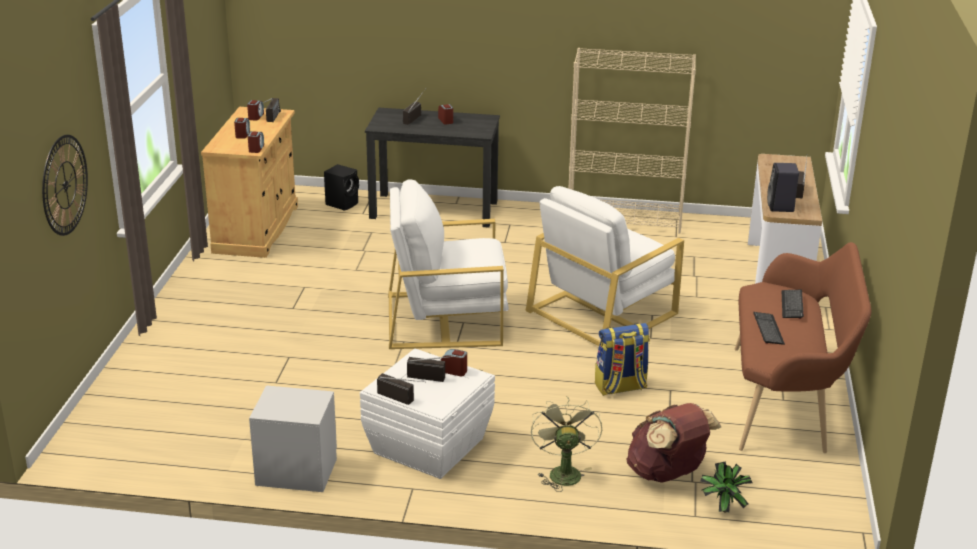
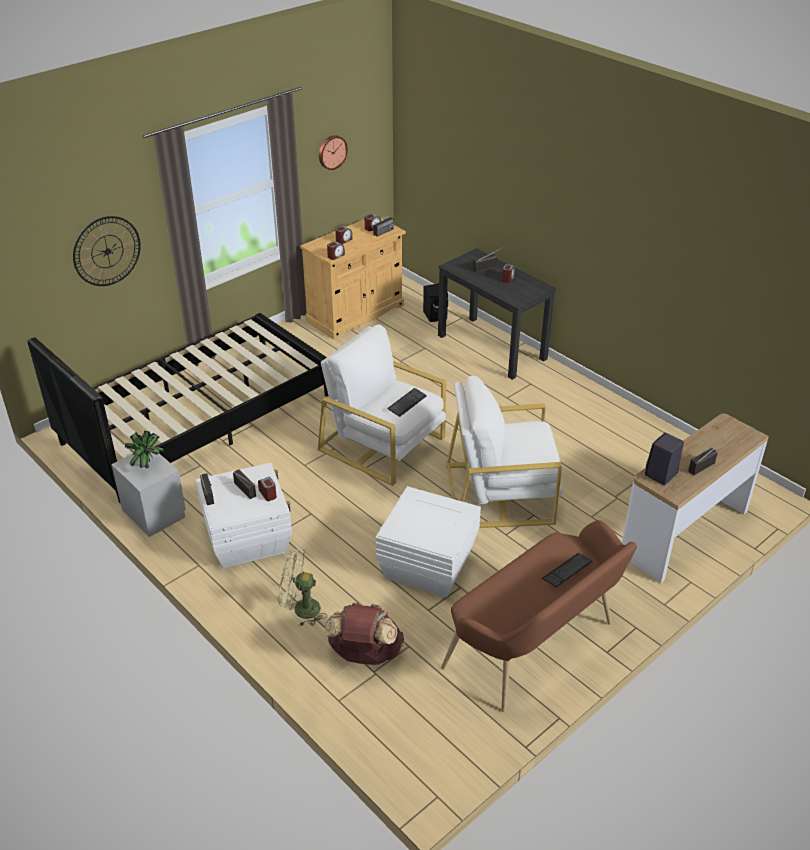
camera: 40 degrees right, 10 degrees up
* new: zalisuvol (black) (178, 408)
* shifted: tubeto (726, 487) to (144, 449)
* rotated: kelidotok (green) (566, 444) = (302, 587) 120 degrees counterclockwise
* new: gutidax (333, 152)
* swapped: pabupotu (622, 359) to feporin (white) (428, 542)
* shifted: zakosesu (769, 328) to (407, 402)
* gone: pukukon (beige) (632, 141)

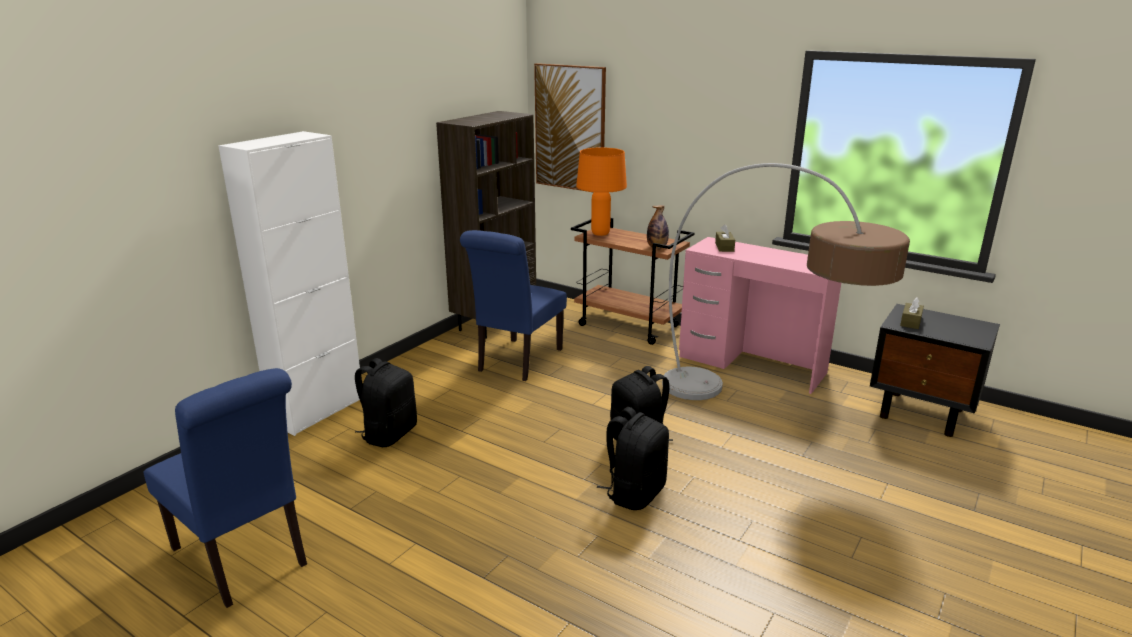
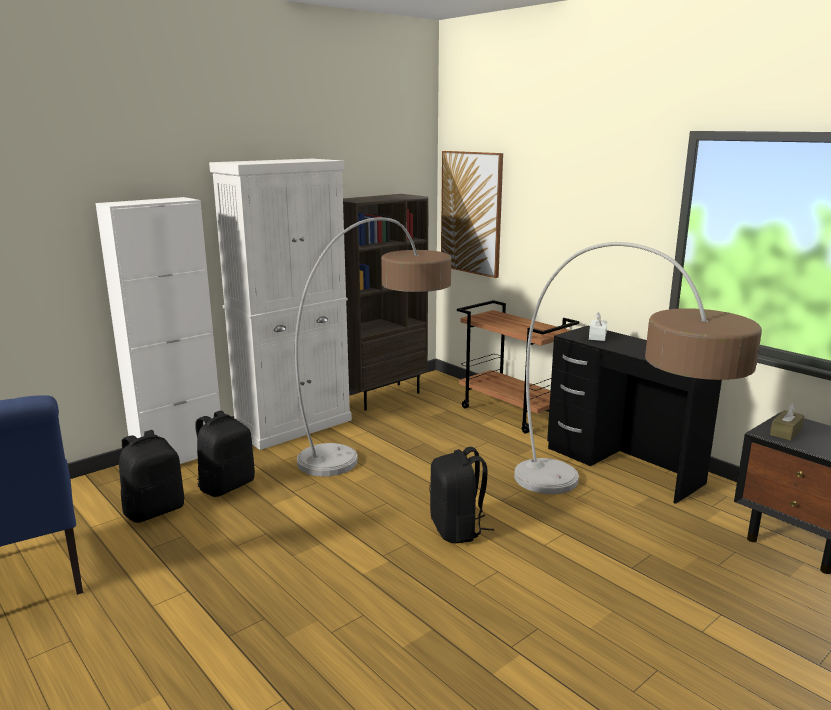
camera: 15 degrees right, 5 degrees down
* shifted: pabupotu (black) (633, 458) to (152, 476)
* new: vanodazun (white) (280, 304)
* swapped: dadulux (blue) (513, 305) to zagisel (373, 346)
* repainted: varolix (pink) (760, 315) to varolix (black) (634, 415)
* repainted: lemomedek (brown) (725, 238) to lemomedek (white) (598, 326)
* gone: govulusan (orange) (601, 191)
* gone: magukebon (658, 226)

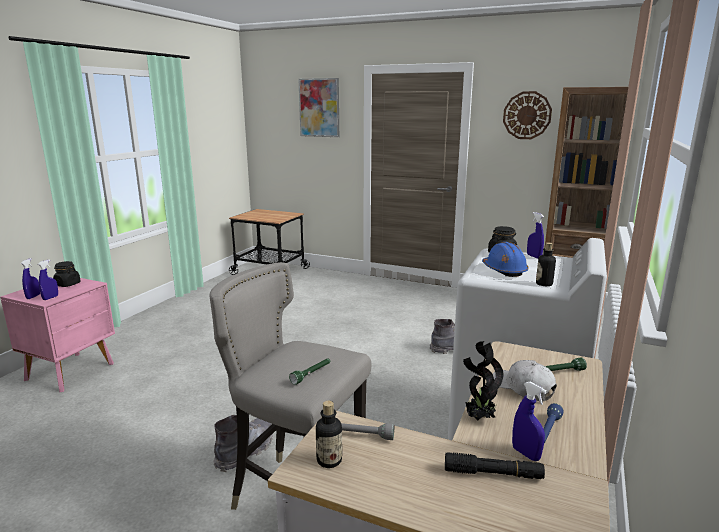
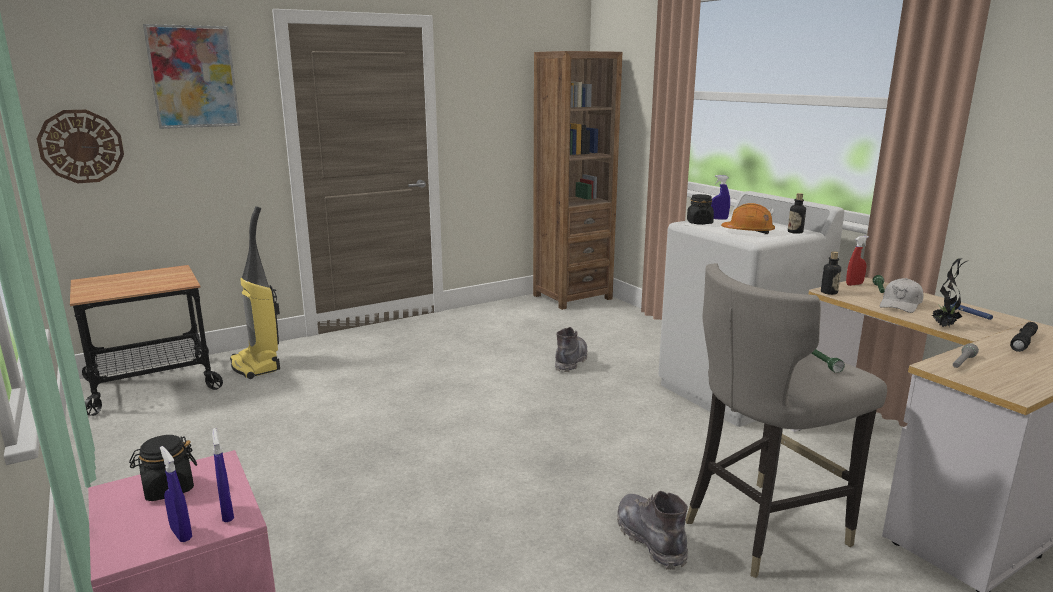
camera: 55 degrees left, 0 degrees up
* shifted: gutidax (527, 115) to (80, 146)
* new: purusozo (255, 292)
* repainted: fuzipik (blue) (505, 259) to fuzipik (orange) (748, 218)
* shifted: magukebon (329, 434) to (831, 273)
* new: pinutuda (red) (857, 261)
* rotated: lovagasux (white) (525, 380) = (902, 295) 45 degrees counterclockwise
* gone: pinutuda (blue) (529, 421)

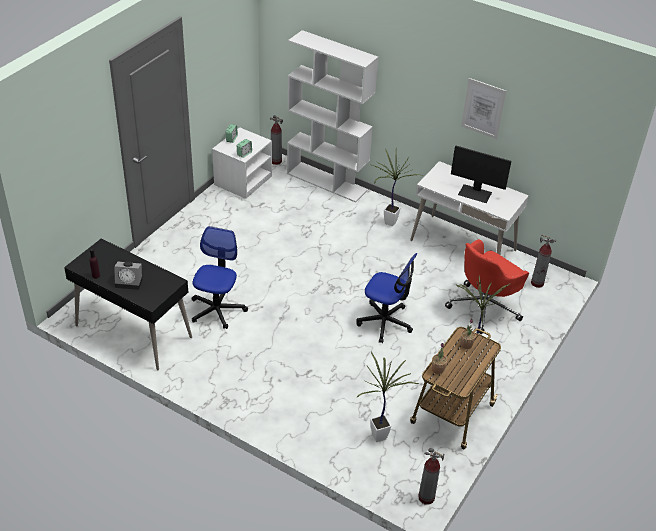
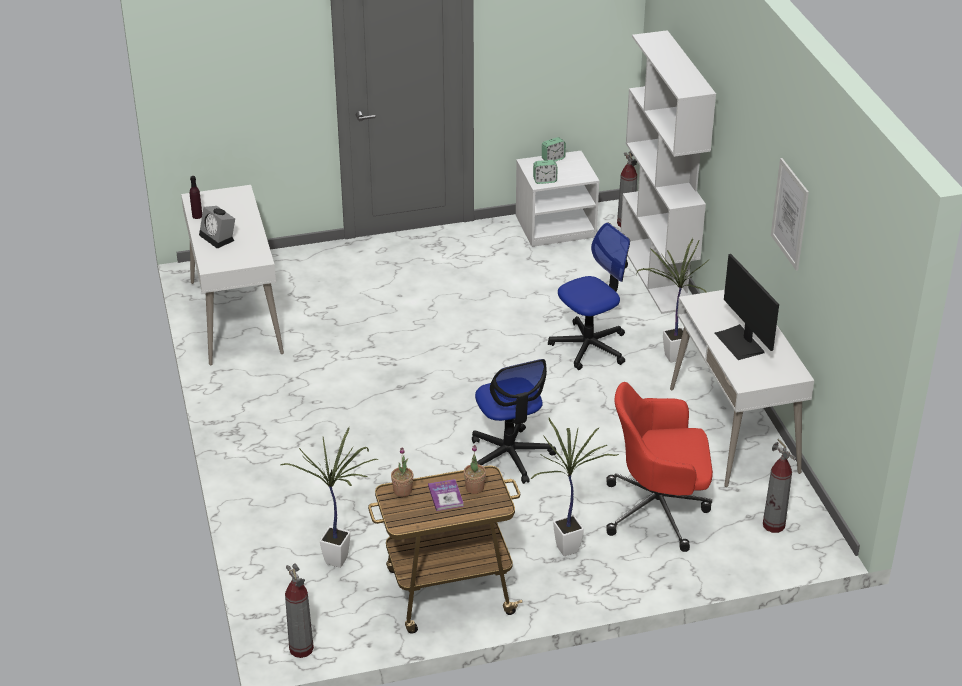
camera: 45 degrees right, 5 degrees down
* repainted: varolix (black) (128, 304) to varolix (white) (232, 275)
* new: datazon (446, 495)
* shifted: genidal (219, 277) to (589, 296)

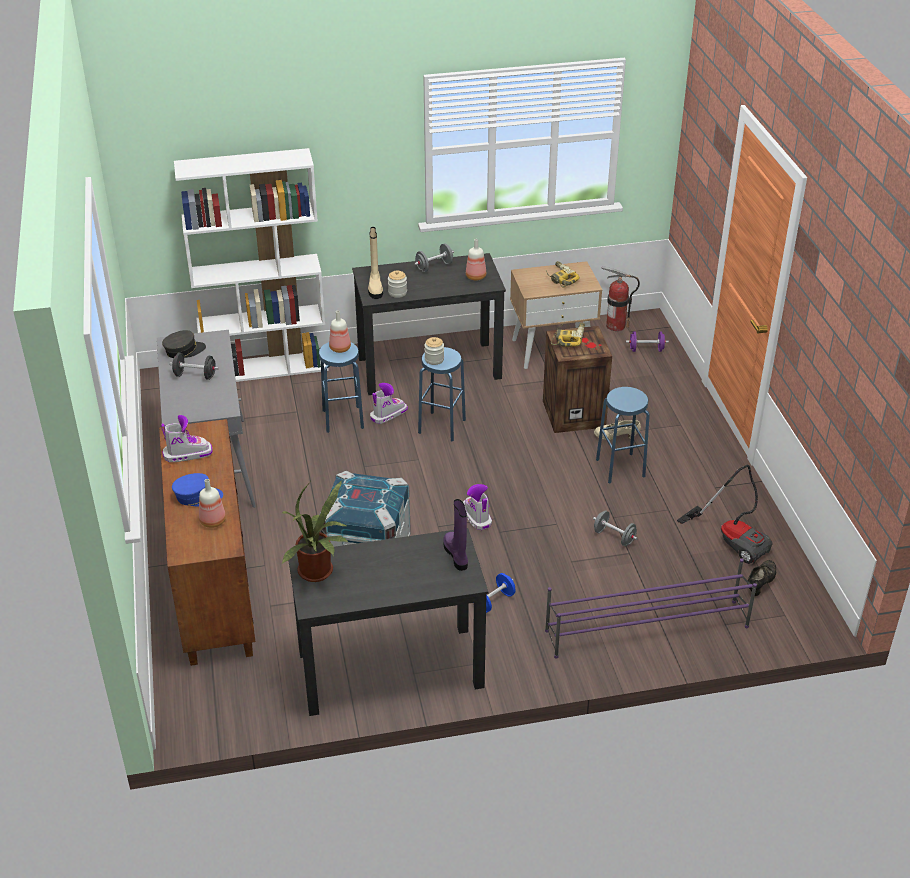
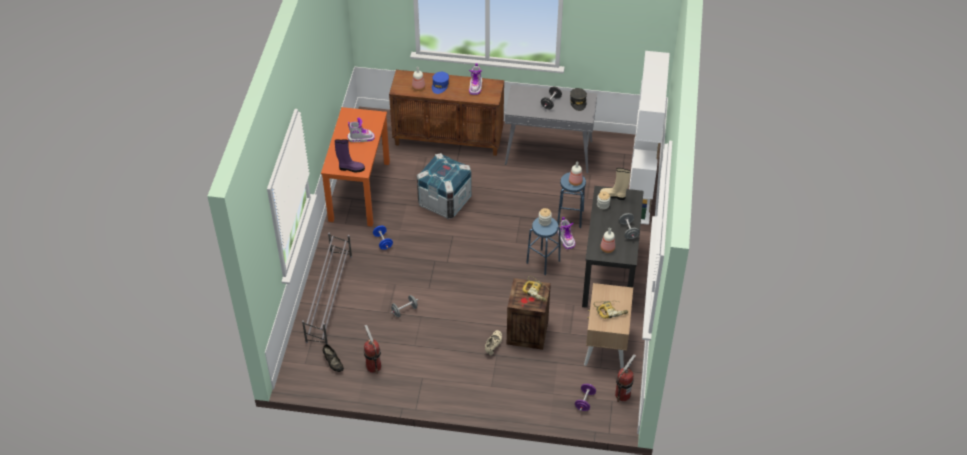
camera: 110 degrees right, 10 degrees up
* repainted: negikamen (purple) (651, 609) to negikamen (grey) (327, 288)
* repainted: varolix (black) (388, 622) to varolix (orange) (355, 167)
* shifted: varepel (477, 507) to (361, 129)
* swapped: purusozo (725, 514) to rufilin (372, 349)
* gone: tubeto (315, 531)
* gone: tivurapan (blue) (623, 435)

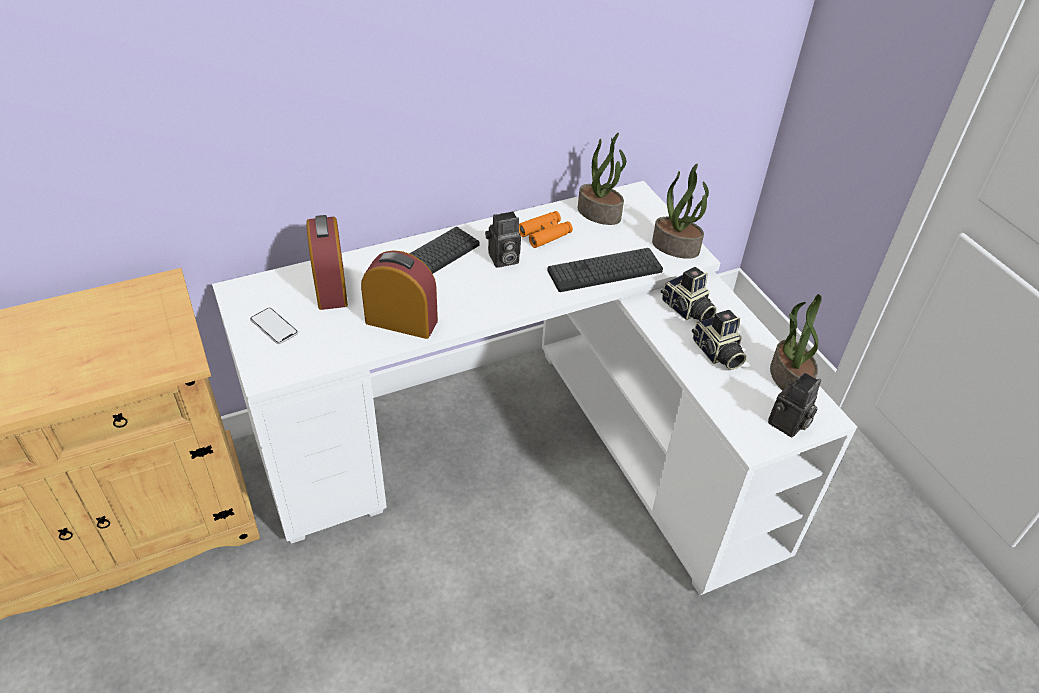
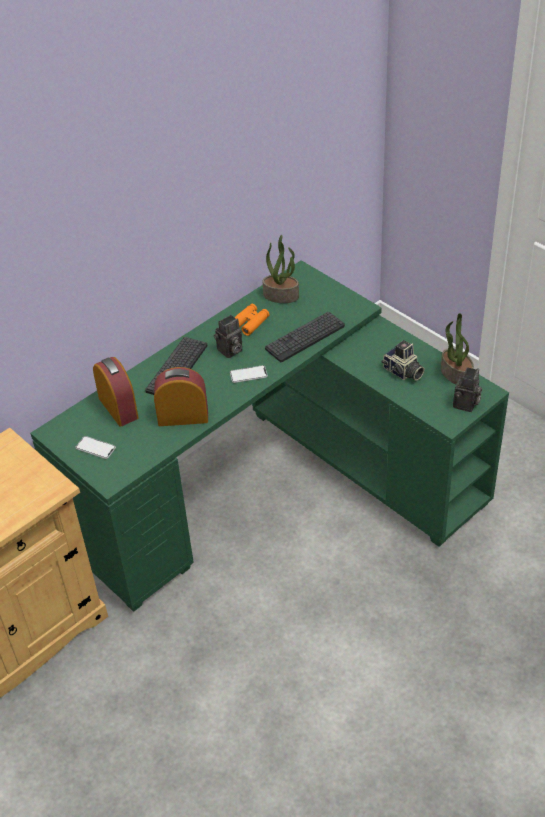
camera: 15 degrees left, 0 degrees up
* repainted: varolix (white) (534, 388) to varolix (green) (269, 436)
* new: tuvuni (249, 374)
* gone: tubeto (680, 211)
* gone: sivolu (689, 294)

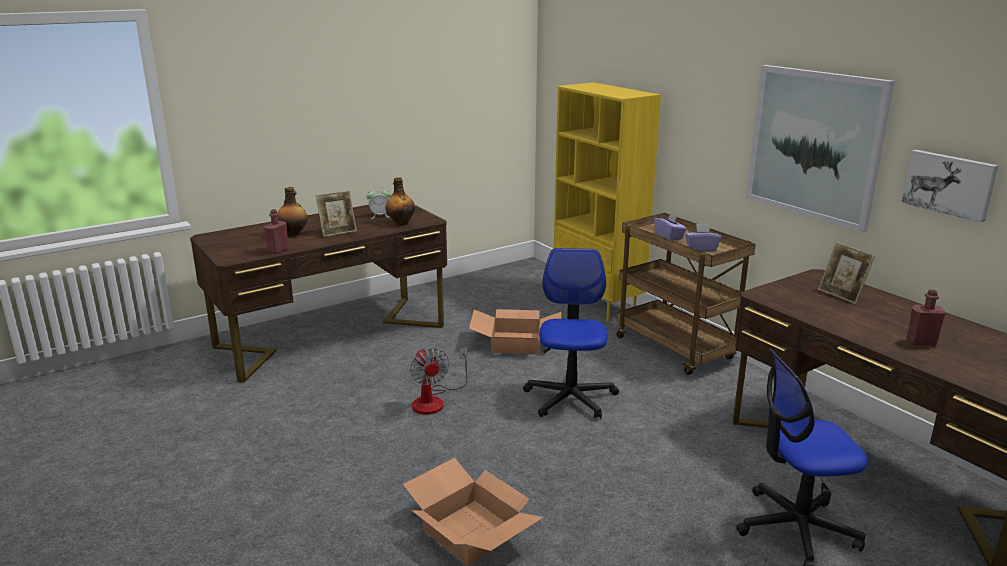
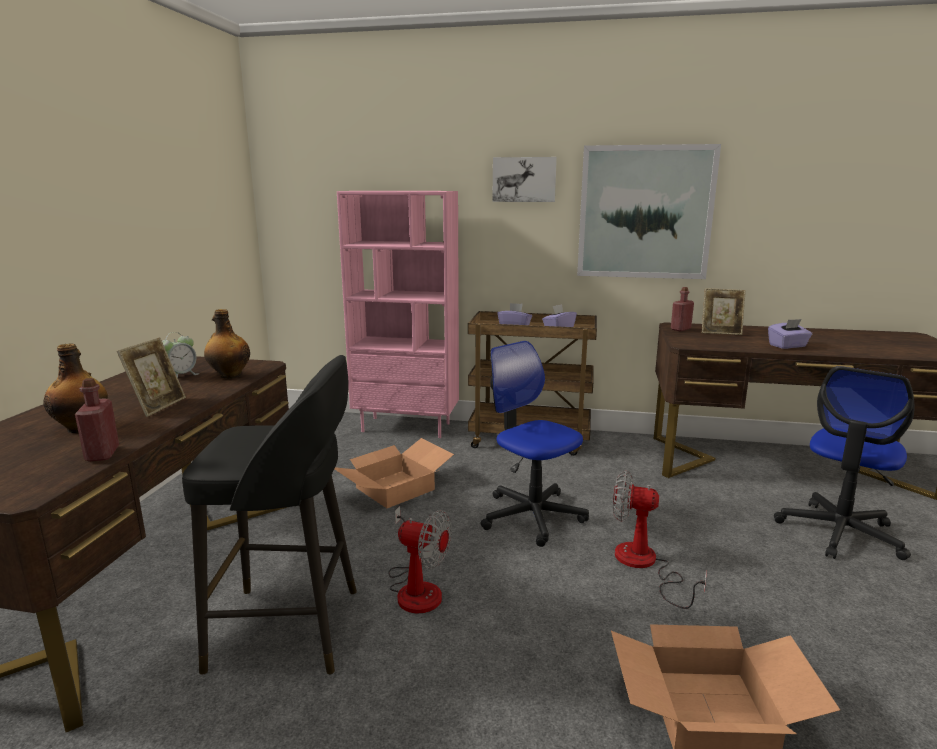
camera: 45 degrees left, 5 degrees down
* new: tivurapan (black) (269, 515)
* repainted: pukukon (yellow) (607, 201) to pukukon (pink) (398, 314)
* shifted: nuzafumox (950, 186) to (524, 179)
* new: kelidotok (660, 540)
* shifted: magukebon (red) (926, 317) to (682, 309)
* new: lemomedek (purple) (790, 334)

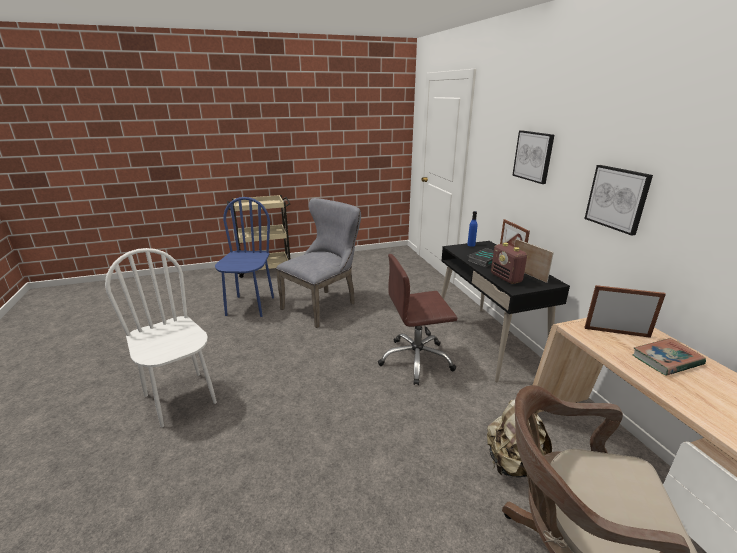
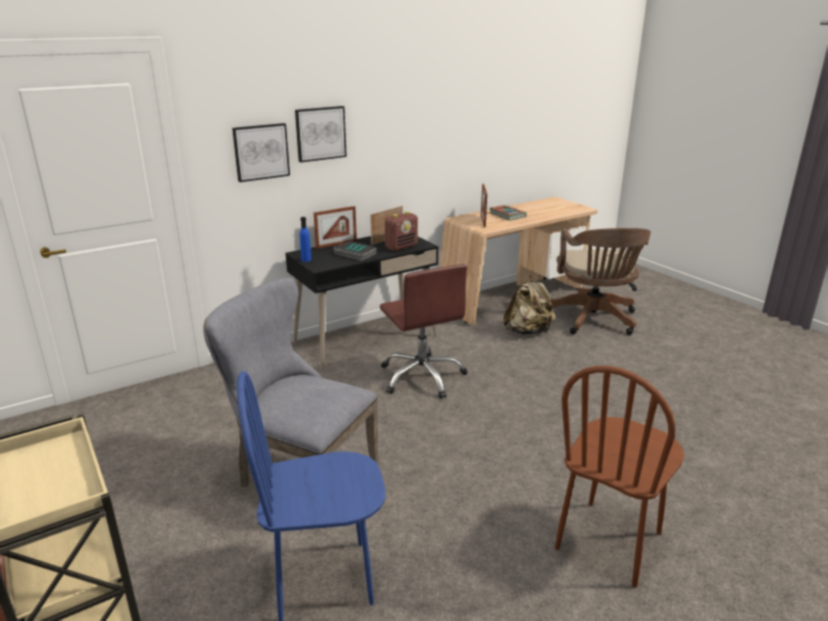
camera: 105 degrees left, 0 degrees up
* shifted: nuzafumox (618, 200) to (261, 152)
* repainted: dadulux (white) (161, 337) to dadulux (brown) (619, 476)

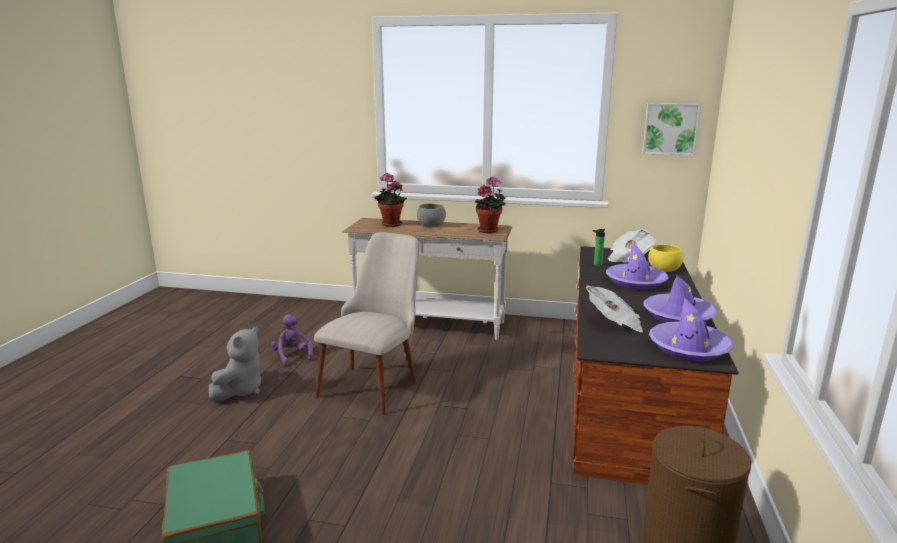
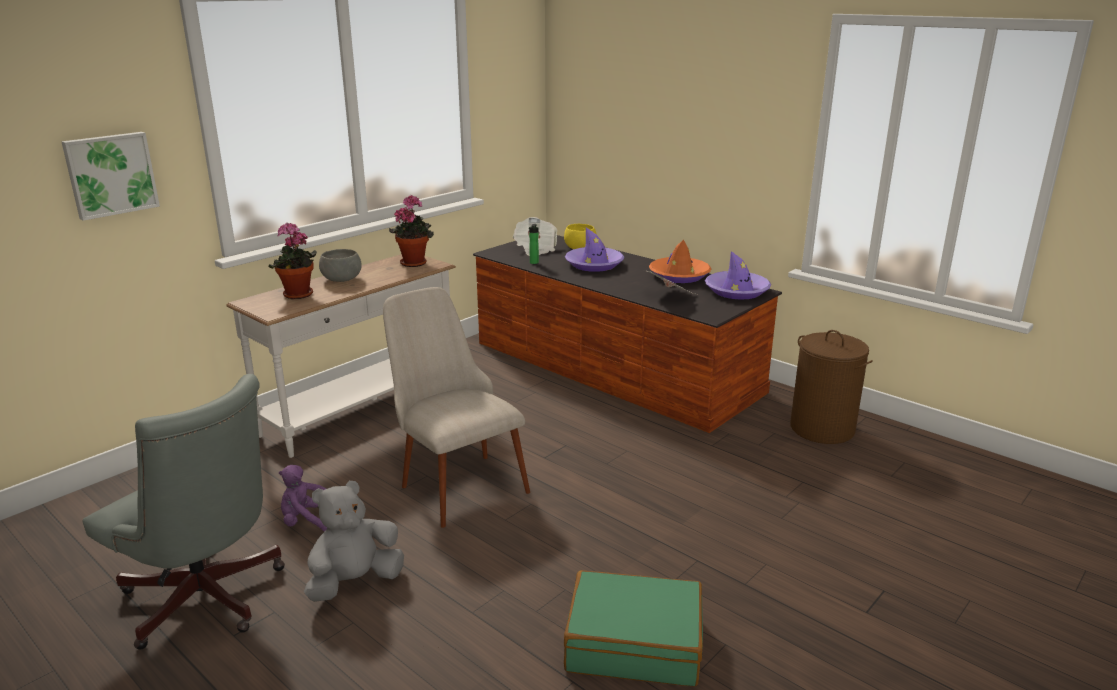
camera: 60 degrees left, 5 degrees up
* shifted: nuzafumox (672, 129) to (110, 176)
* new: genidal (grey) (184, 512)
* rotated: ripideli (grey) (234, 364) = (354, 541) 90 degrees counterclockwise
* repainted: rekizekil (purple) (680, 299) to rekizekil (orange) (680, 261)

